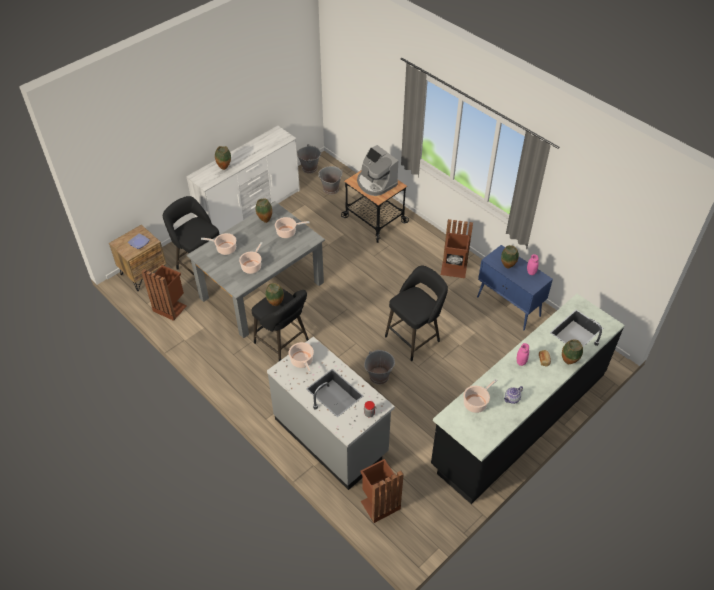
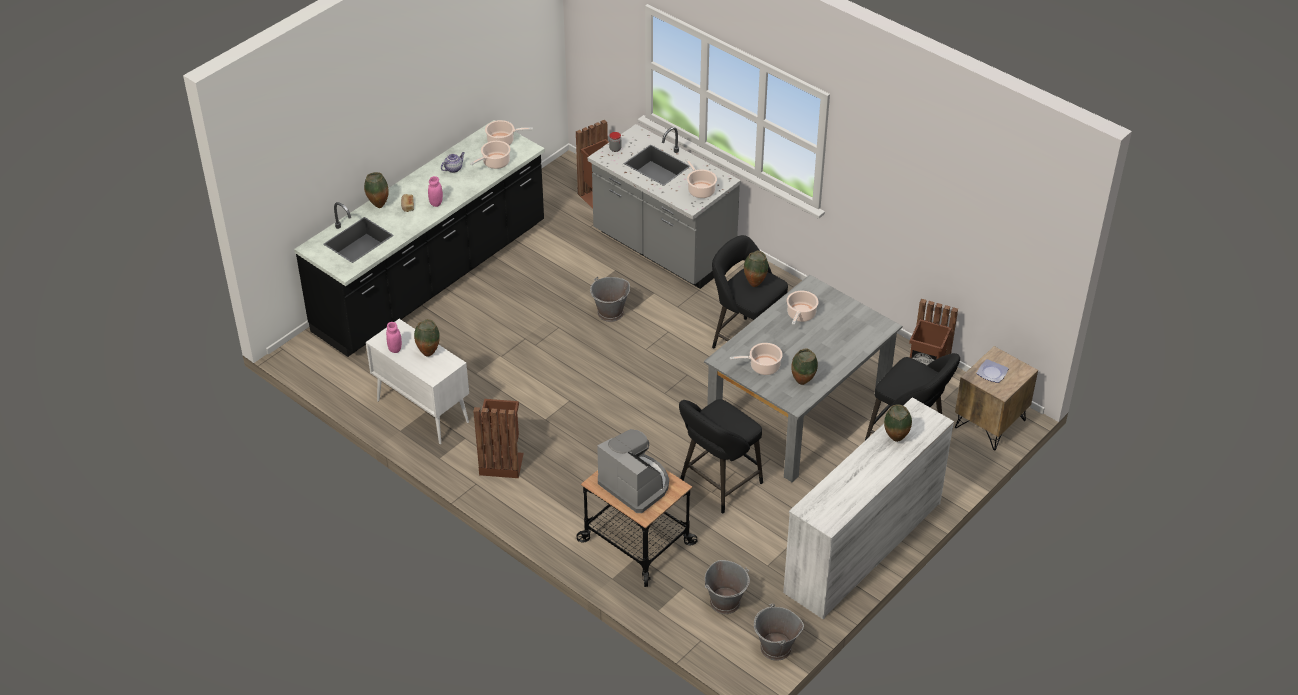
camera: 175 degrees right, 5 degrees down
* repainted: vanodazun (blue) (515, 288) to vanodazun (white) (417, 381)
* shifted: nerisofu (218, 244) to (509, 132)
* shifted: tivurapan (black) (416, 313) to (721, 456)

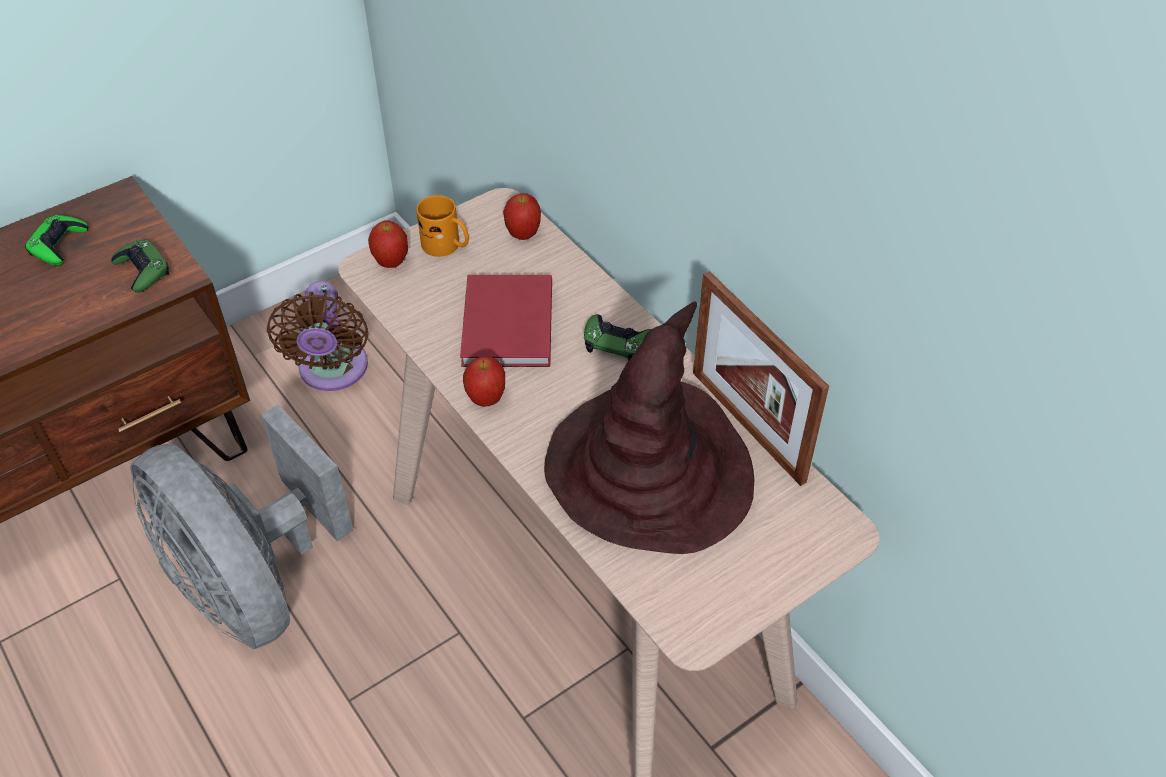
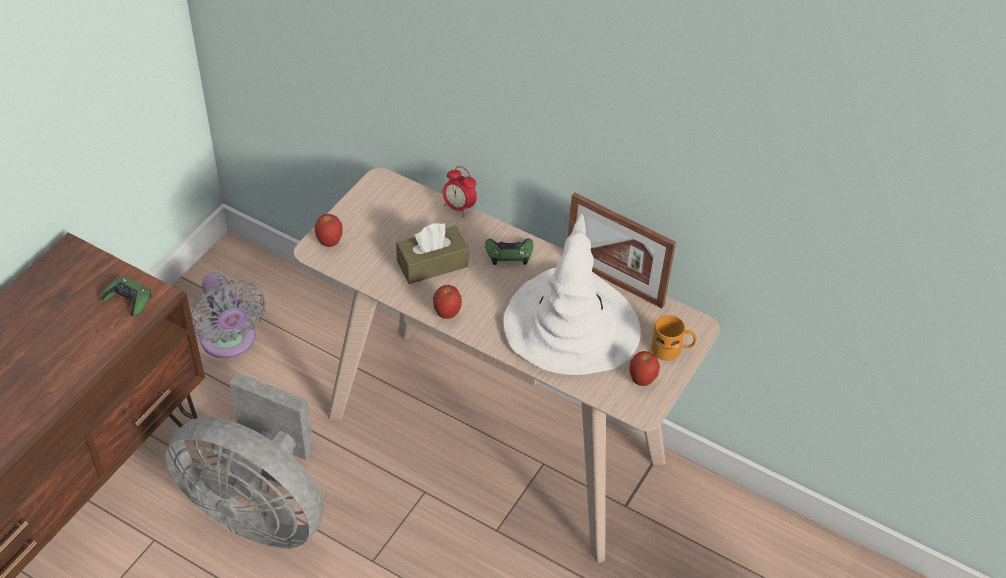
camera: 25 degrees left, 0 degrees up
* repainted: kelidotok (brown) (318, 336) to kelidotok (grey) (228, 315)
* swapped: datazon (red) (506, 321) to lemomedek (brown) (432, 253)
* new: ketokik (460, 191)
* repainted: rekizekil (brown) (649, 427) to rekizekil (white) (572, 294)
* shifted: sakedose (522, 216) to (644, 368)
* shifted: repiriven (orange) (442, 226) to (674, 338)
* gone: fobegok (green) (57, 240)

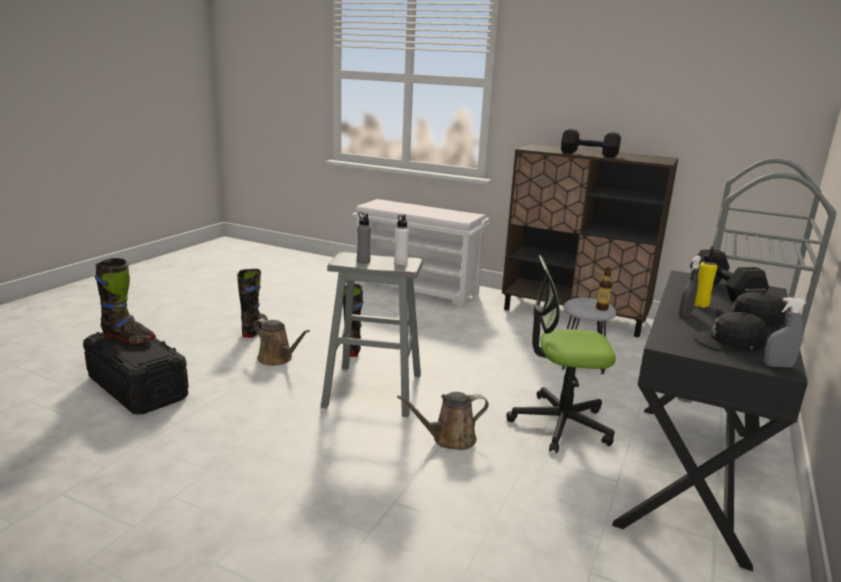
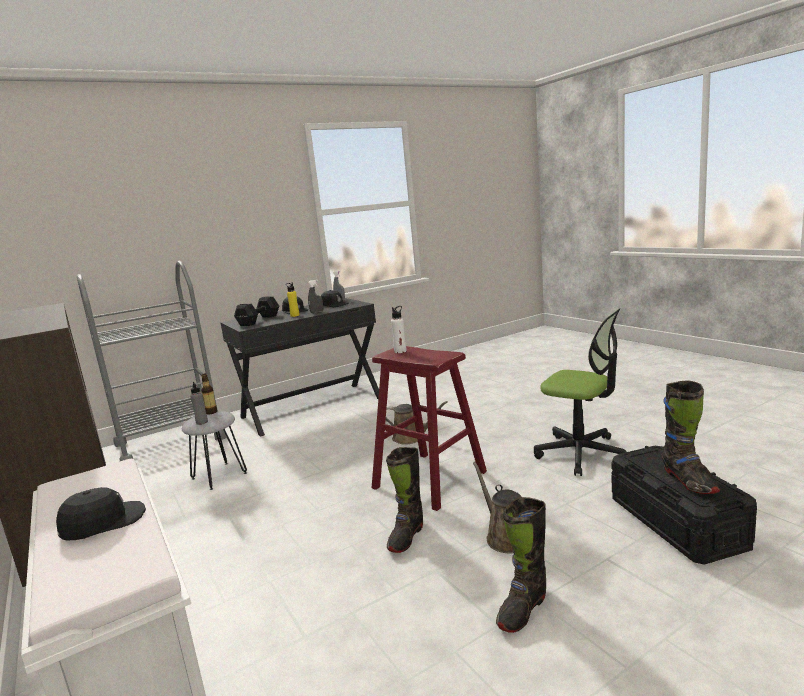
camera: 145 degrees left, 5 degrees down
* new: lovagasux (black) (101, 514)
* shifted: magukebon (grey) (364, 238) to (199, 403)
* repainted: tivurapan (grey) (372, 334) to tivurapan (red) (429, 428)
* shifted: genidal (561, 354) to (580, 392)
* rotated: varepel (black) (125, 301) = (690, 437) 150 degrees counterclockwise
* gone: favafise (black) (591, 143)

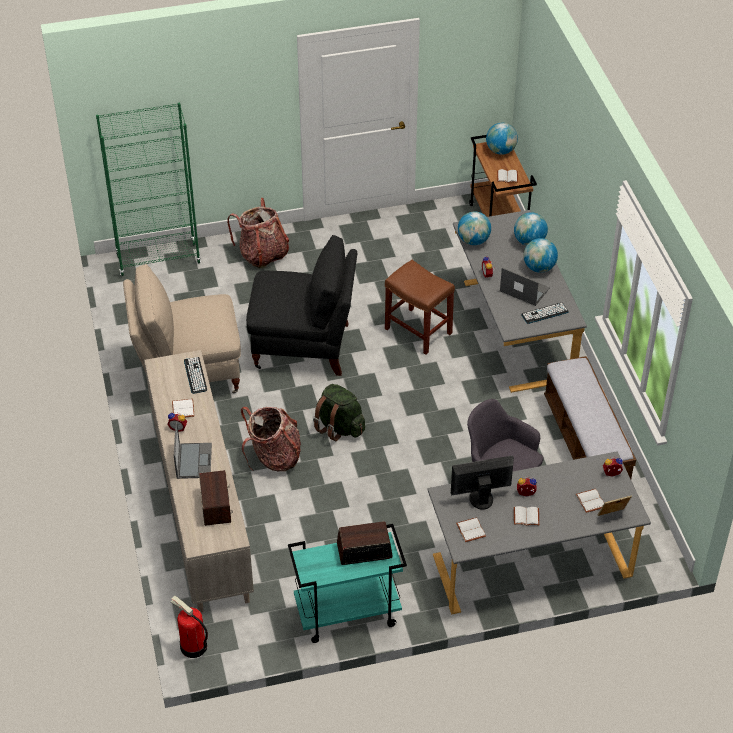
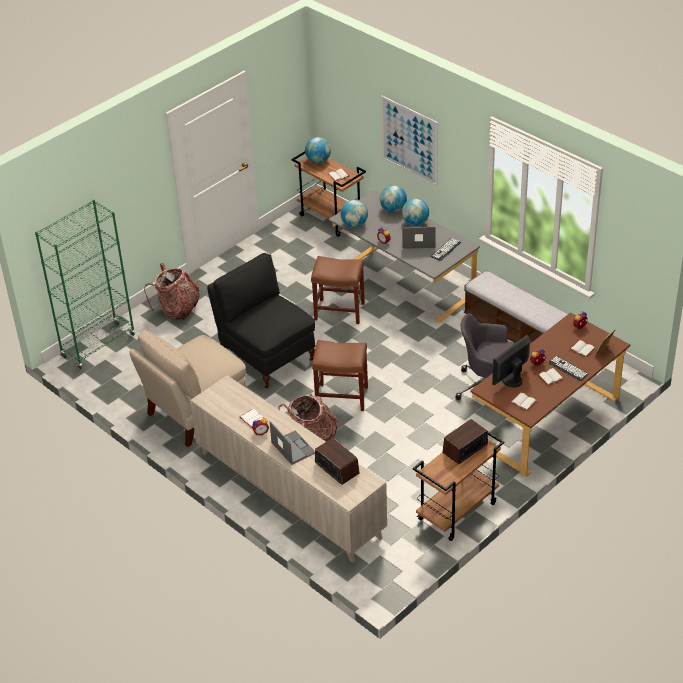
camera: 30 degrees left, 5 degrees down
* rotated: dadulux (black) (301, 305) = (261, 320) 105 degrees counterclockwise
* swapped: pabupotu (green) (339, 412) to tivurapan (brown) (340, 375)
* new: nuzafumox (409, 141)
* repainted: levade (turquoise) (347, 583) to levade (brown) (459, 486)
* repainted: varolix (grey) (539, 532) to varolix (brown) (550, 394)
* shifted: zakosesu (195, 375) to (568, 368)
* gone: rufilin (189, 627)

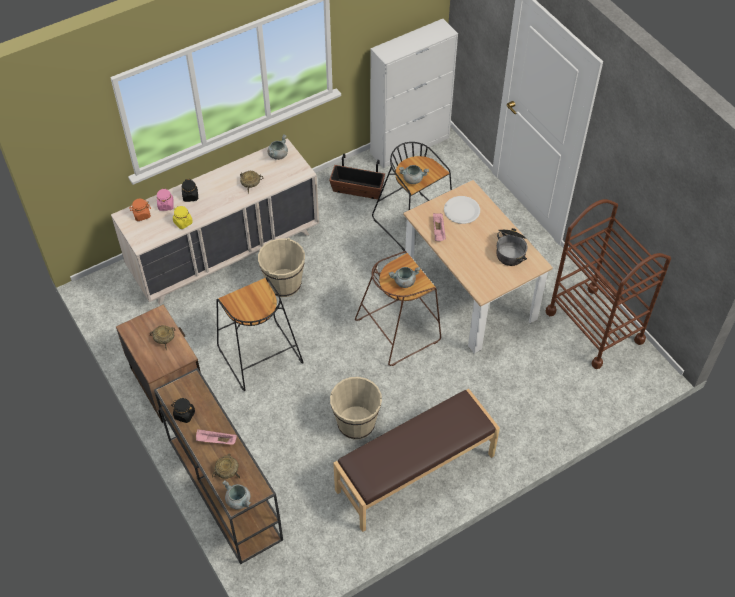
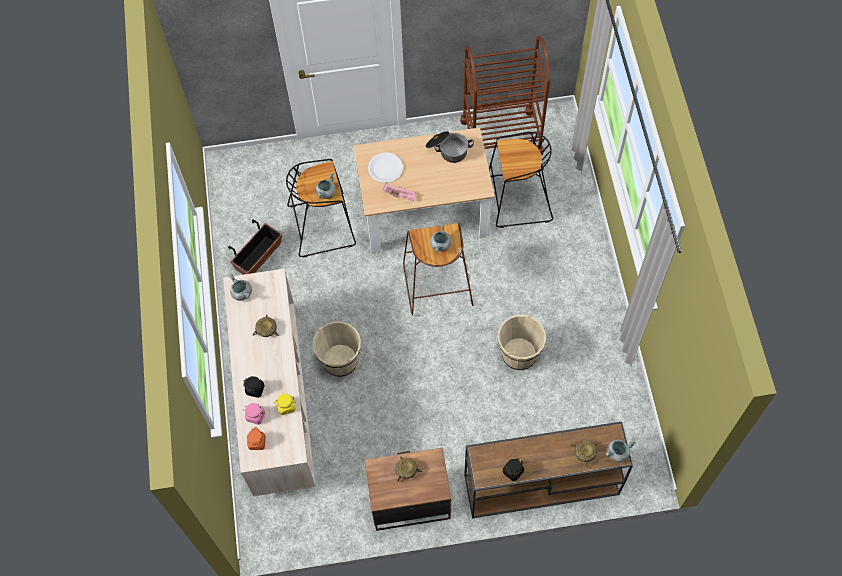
camera: 65 degrees left, 10 degrees up
* shifted: tivurapan (black) (260, 334) to (521, 180)
* gone: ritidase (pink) (216, 437)
* gone: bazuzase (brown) (416, 460)
* gone: vanodazun (white) (414, 93)

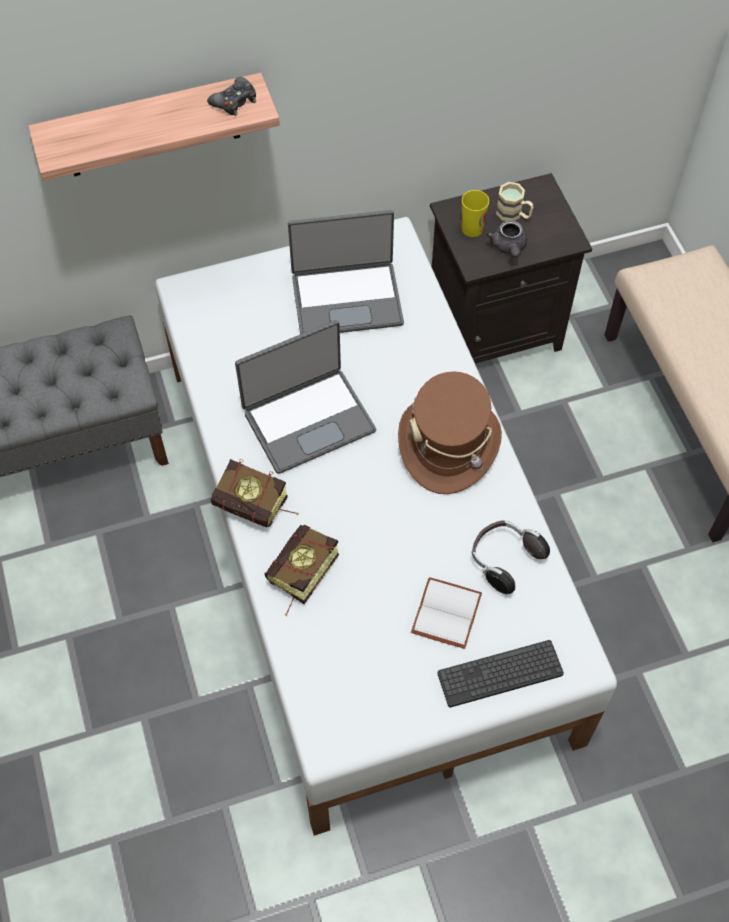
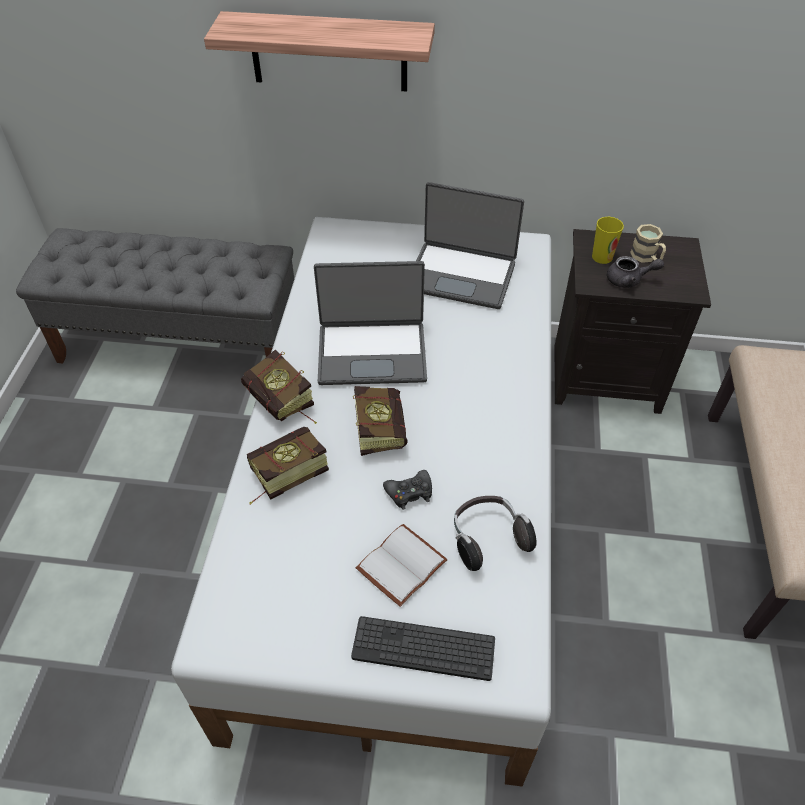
camera: 25 degrees right, 10 degrees down
* new: datazon (380, 421)
* shifted: fobegok (black) (231, 96) to (407, 490)
* rotated: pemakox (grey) (506, 239) = (635, 272) 105 degrees counterclockwise
* gone: rekizekil (brown) (450, 432)

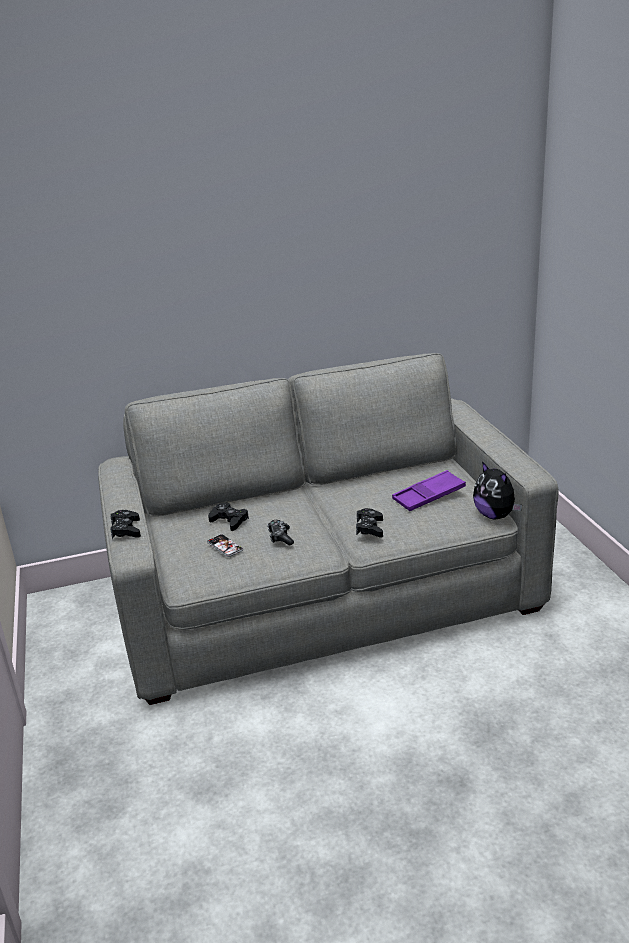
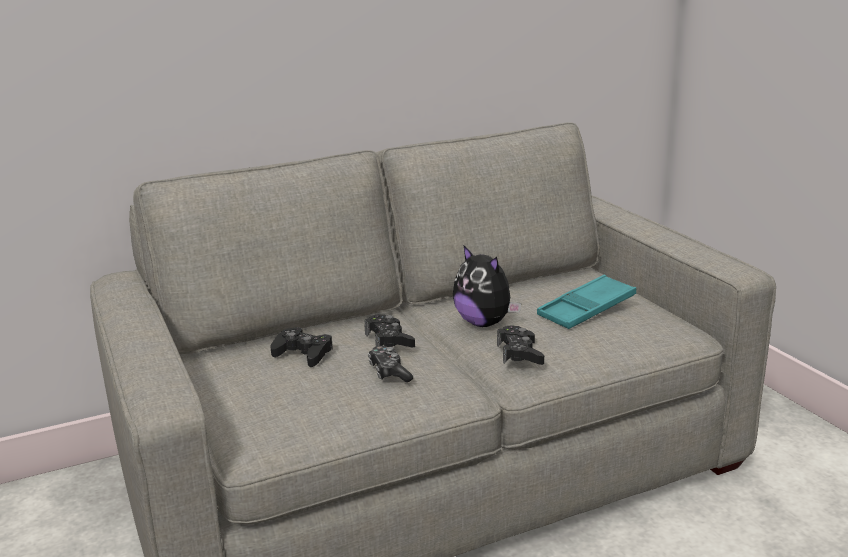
camera: 10 degrees left, 5 degrees down
* shifted: fobegok (black) (125, 524) to (389, 331)
* shifted: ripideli (497, 490) to (487, 286)
* repainted: ritidase (purple) (429, 490) to ritidase (turquoise) (586, 302)
* gone: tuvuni (225, 545)

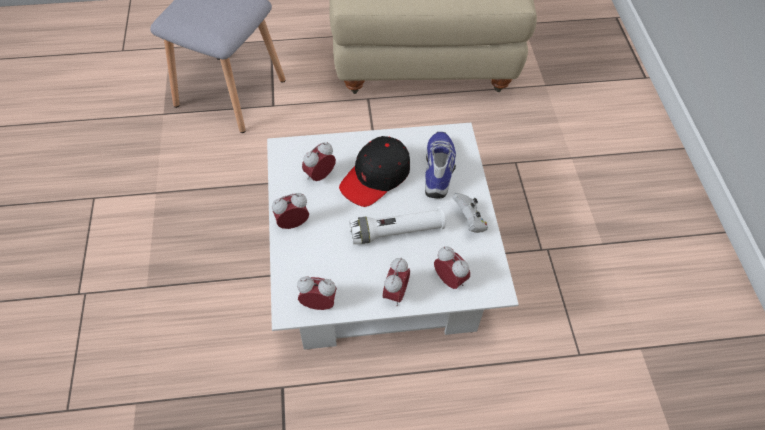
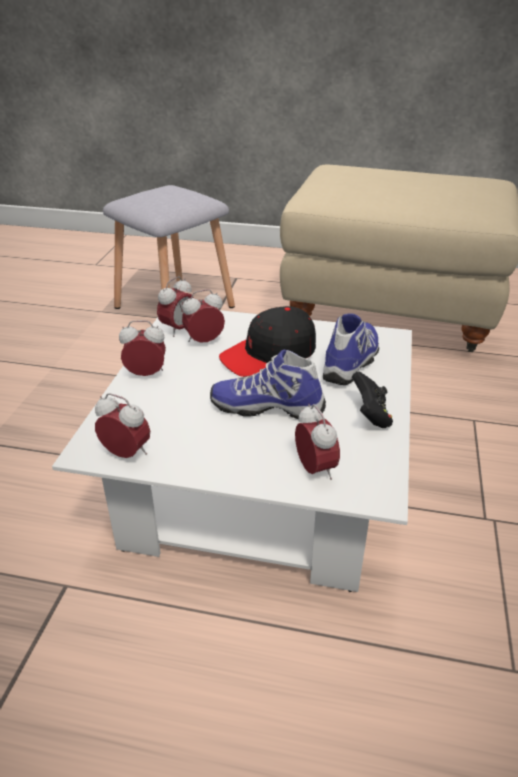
camera: 20 degrees right, 20 degrees down
* shifted: ketokik (396, 282) to (175, 306)
* swapped: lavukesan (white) (397, 225) to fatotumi (268, 384)
* repainted: fobegok (white) (470, 213) to fobegok (black) (372, 399)

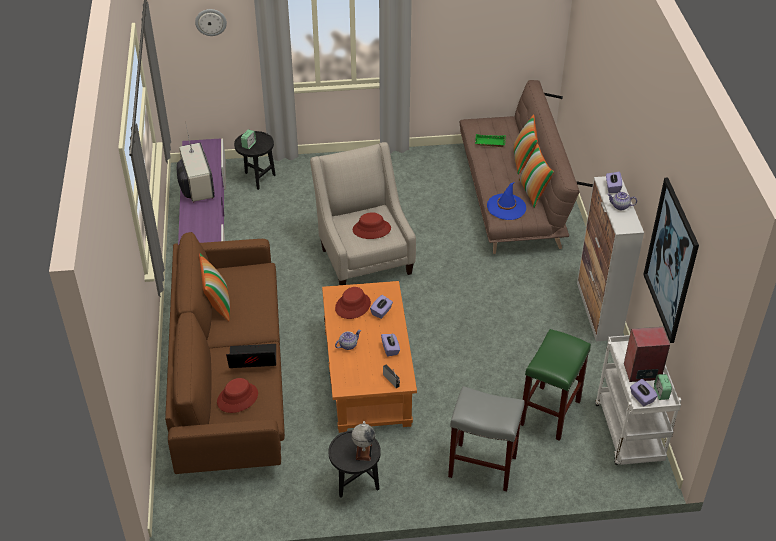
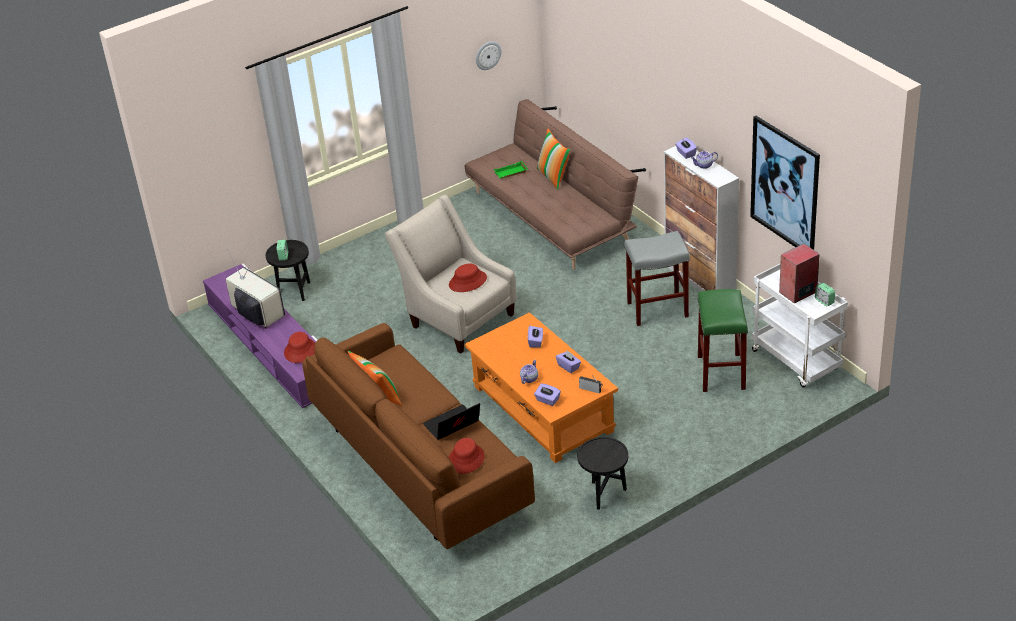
camera: 25 degrees left, 5 degrees down
* shifted: rekizekil (red) (353, 303) to (299, 347)
* shifted: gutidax (211, 22) to (489, 55)
* shifted: lemomedek (purple) (644, 392) to (547, 395)
* shifted: tivurapan (grey) (486, 438) to (657, 278)
* gone: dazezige (363, 441)
* gone: rekizekil (blue) (506, 201)
* gone: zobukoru (536, 176)

